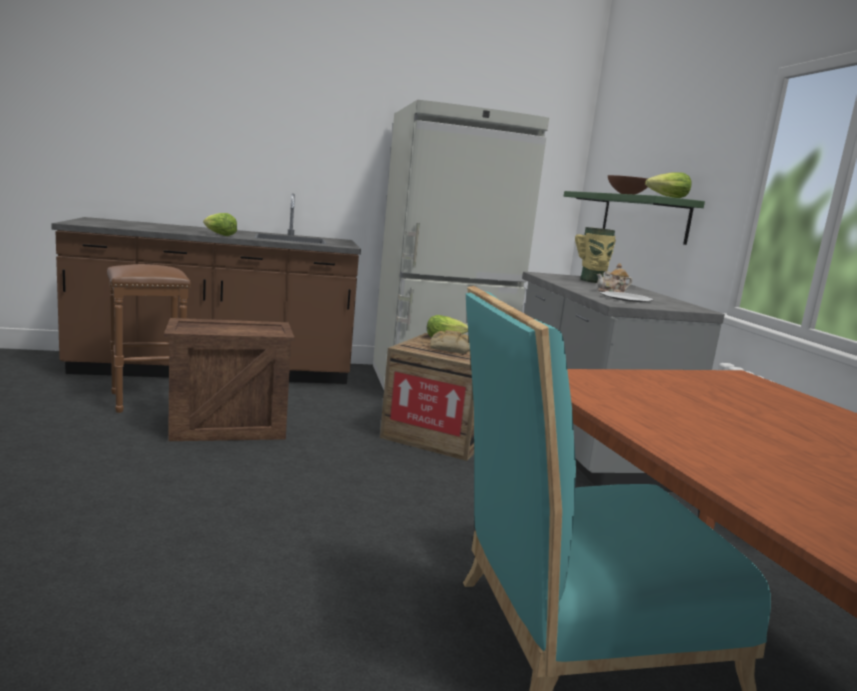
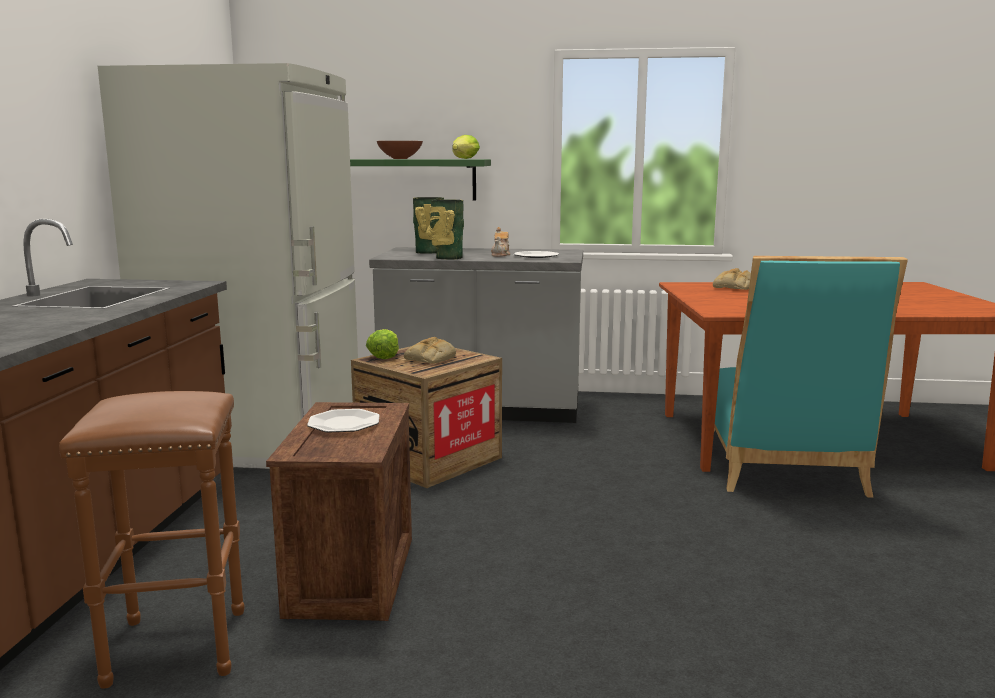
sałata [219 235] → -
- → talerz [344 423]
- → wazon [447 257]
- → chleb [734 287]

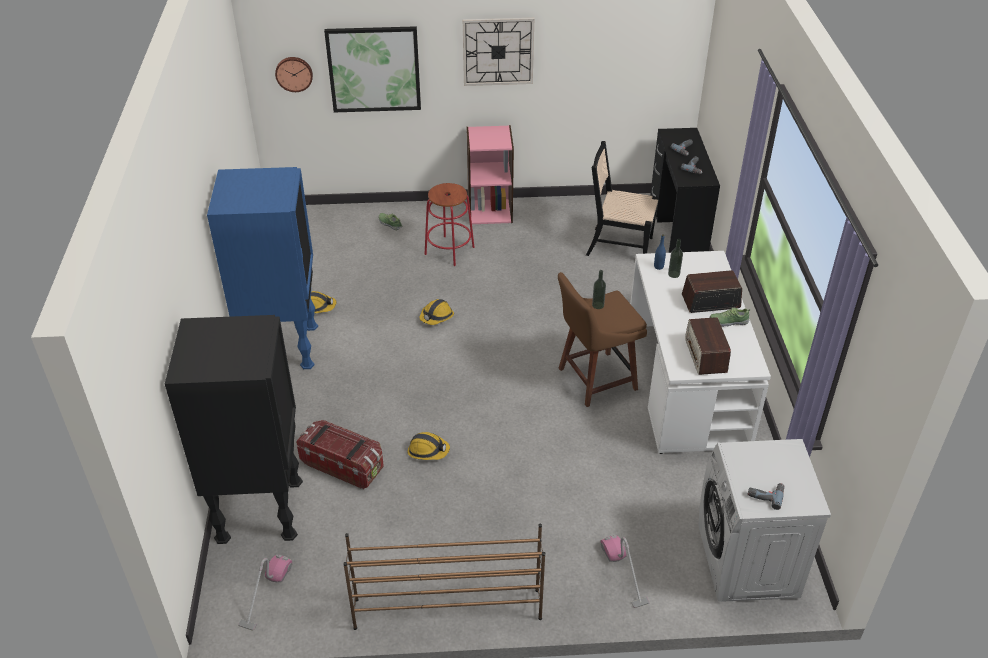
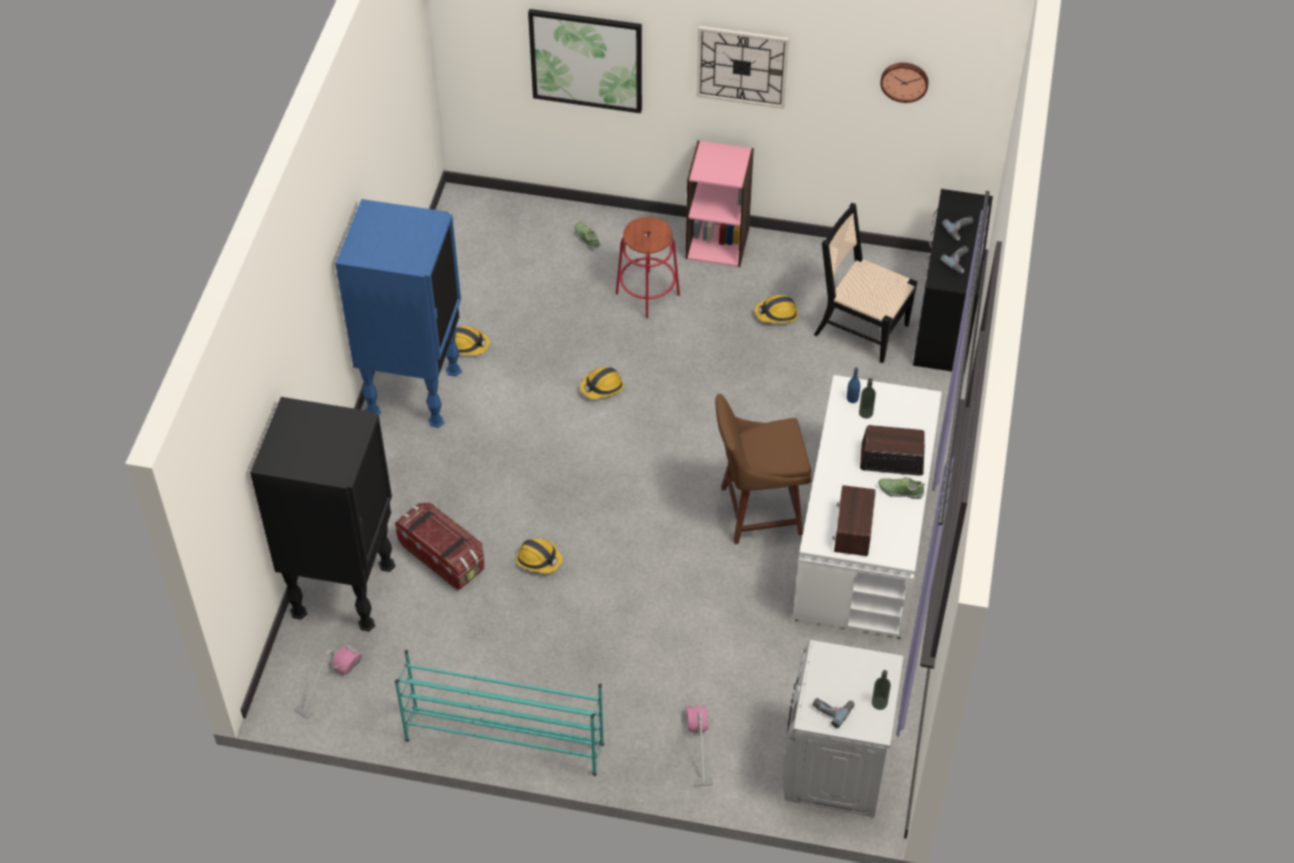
- → kask [777 314]
zegar ścienny [294 73] → zegar ścienny [904 80], move
butelka [598 305] → butelka [879 703], move
regał na buty/brązowy [446 608] → regał na buty/turkusowy [503 741]

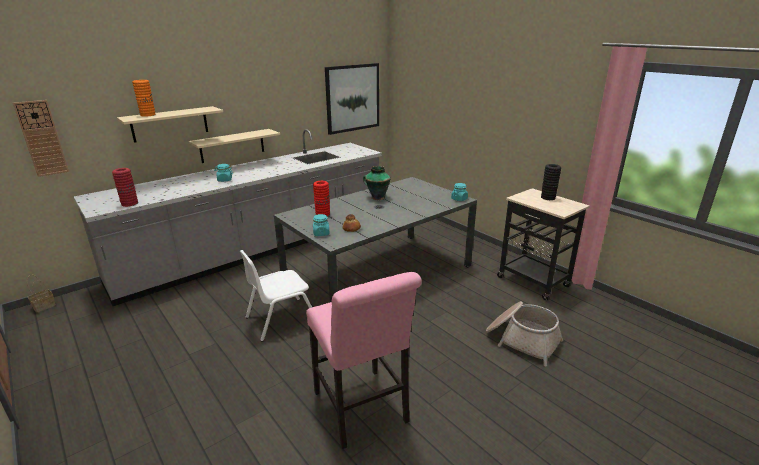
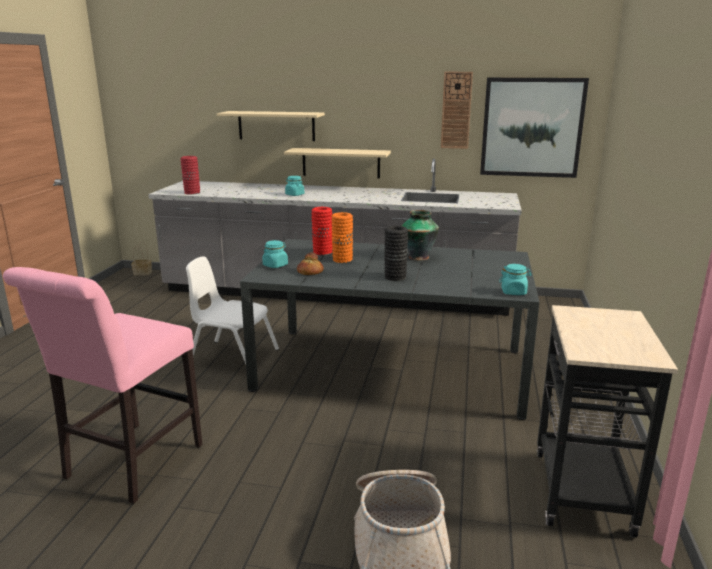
zegar ścienny [42 138] → zegar ścienny [456 110], move
wazon/pomarańczowy [148 115] → wazon/pomarańczowy [342 259], move
wazon/czarny [548 197] → wazon/czarny [395 277], move

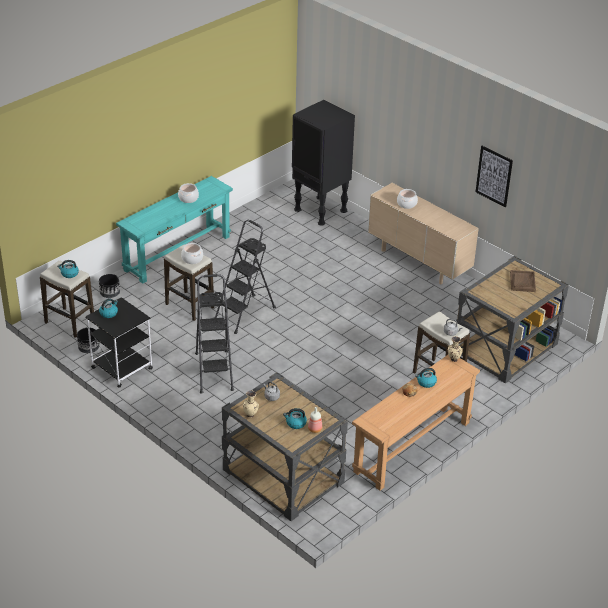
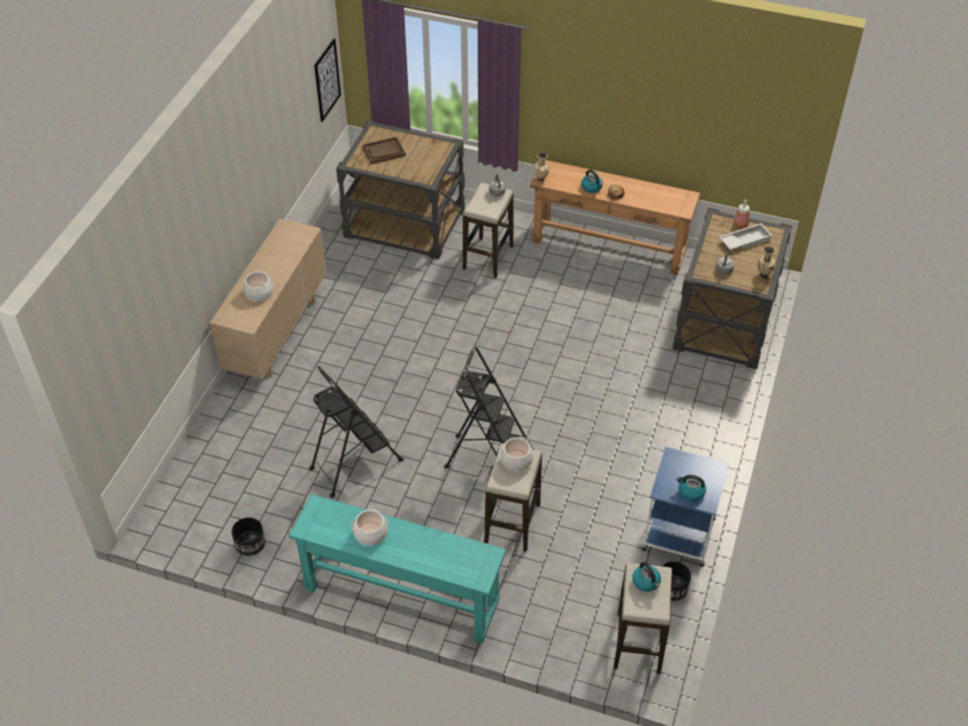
szafka/czarny [320 210] → -
donica/czarny [110 294] → donica/czarny [250 546], move
drabinka [214 370] → drabinka [355 464], move
obraz [494 176] → obraz [327 80], move
czajnik [295 423] → taca/biały [744 240]
wózek/czarny [121 367] → wózek/niebieski [678 535]

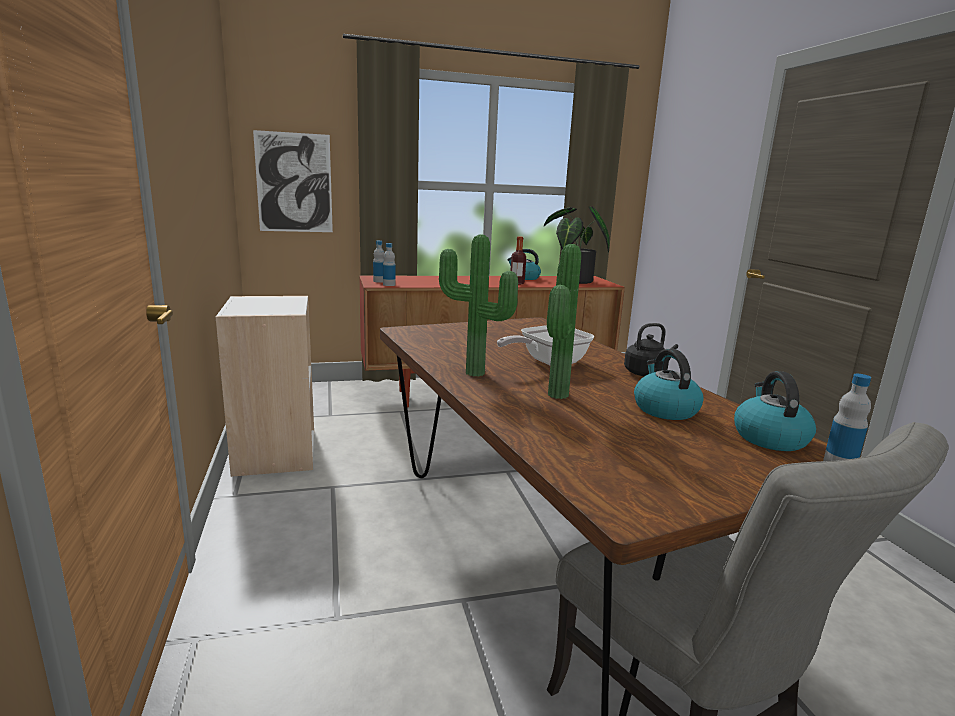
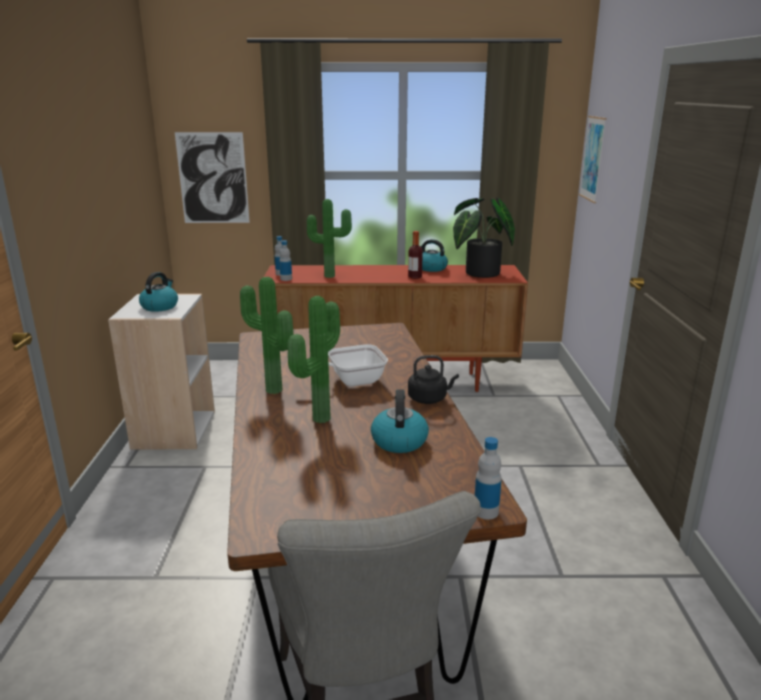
- → roślina doniczkowa [330 275]
- → obraz [592 158]
czajnik [769 437] → czajnik [160 306], move

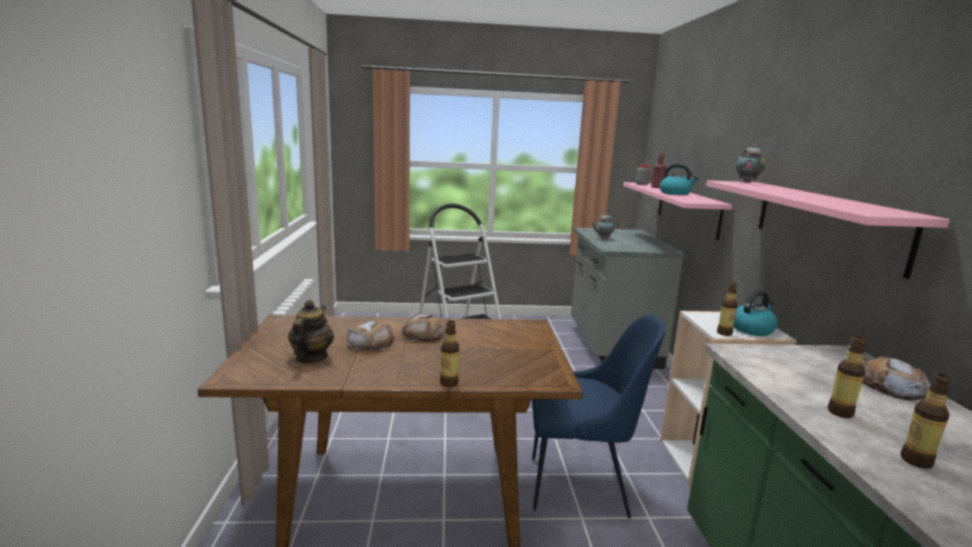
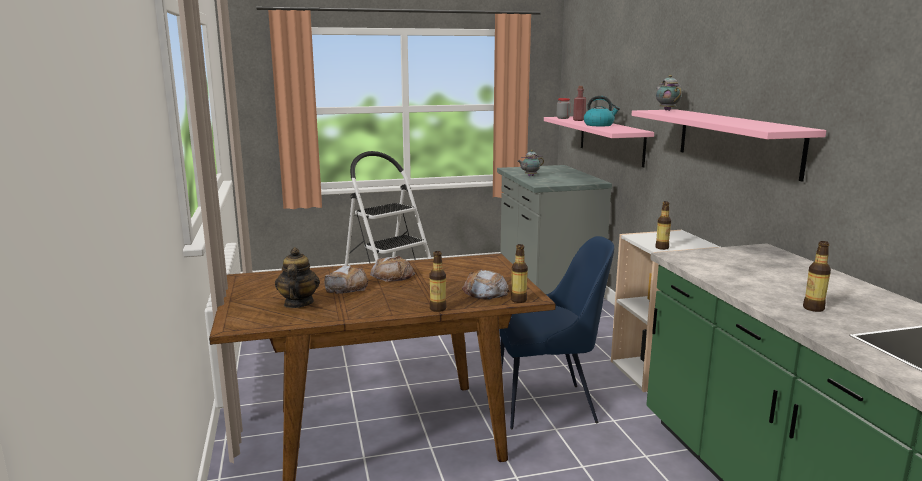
czajnik [752 329] → -
butelka [840 412] → butelka [518 300], move
chleb [891 386] → chleb [485 292], move

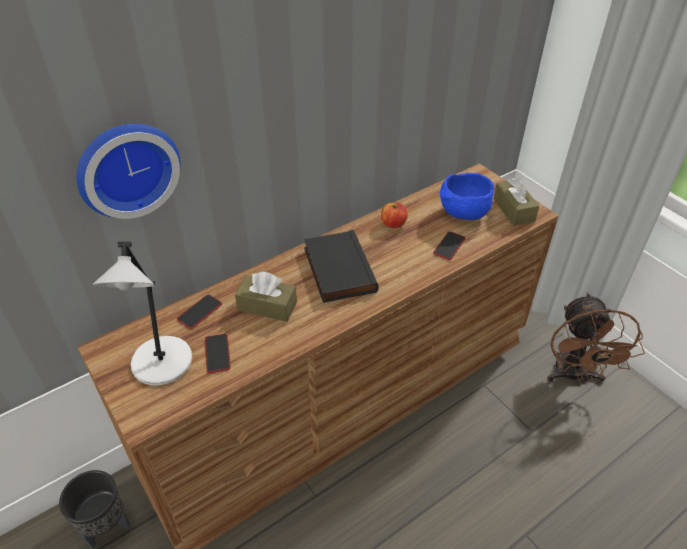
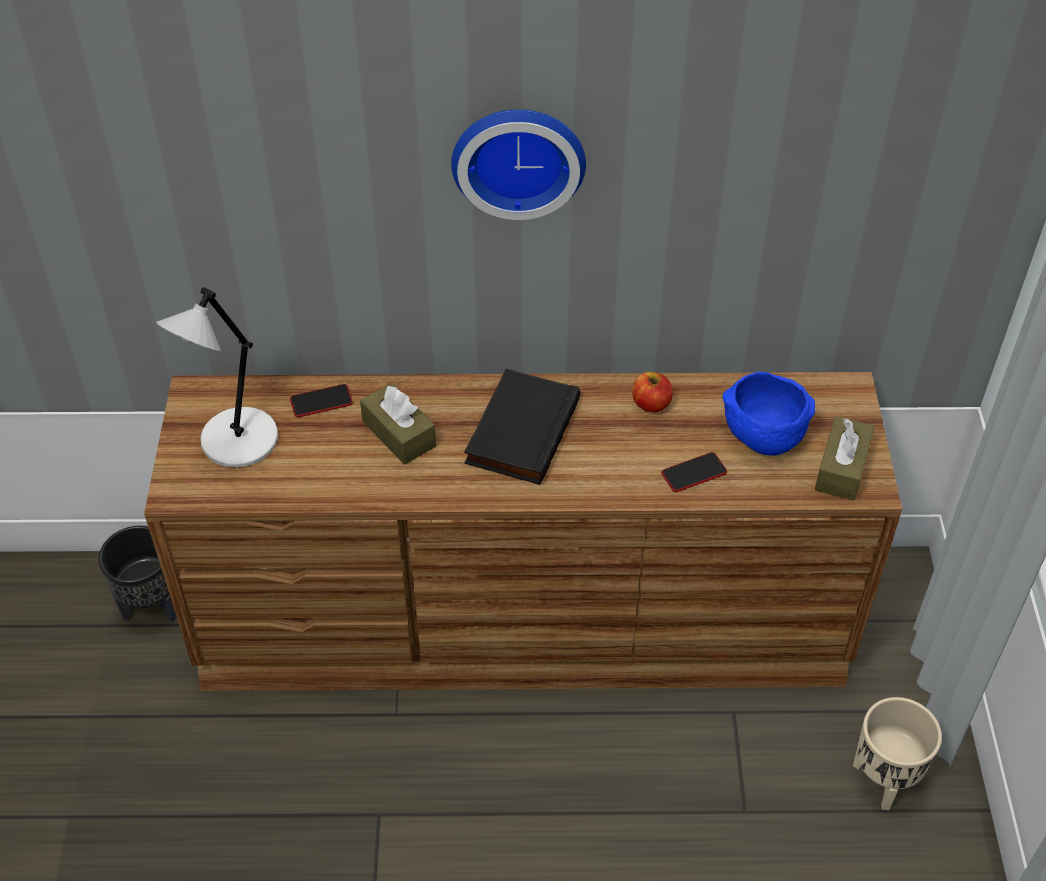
telefon [217 354] → -
zegar ścienny [127 168] → zegar ścienny [518 157], move
wentylator/brązowy [574 376] → donica/beżowy [884 780]

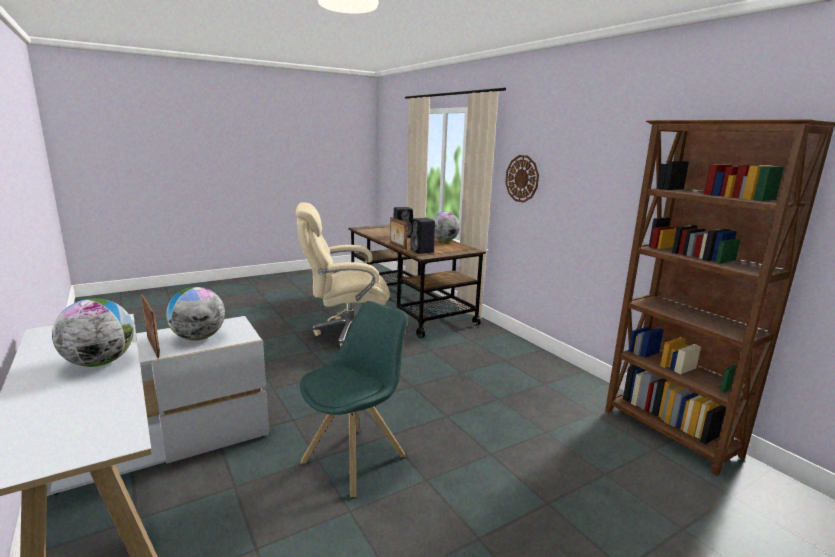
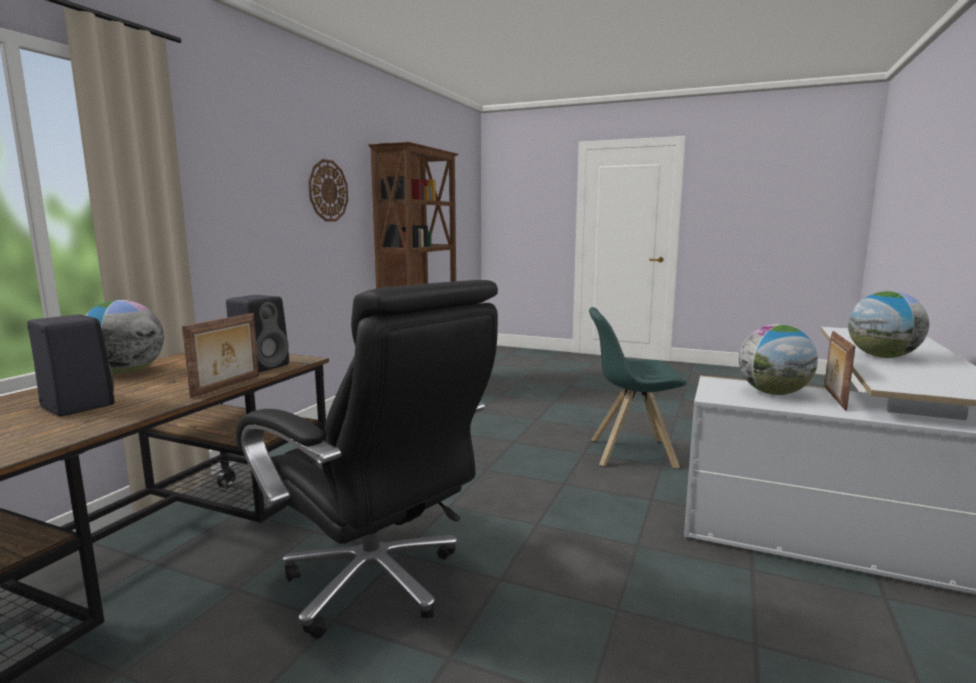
zegar ścienny [522 178] → zegar ścienny [328 191], move
krzesło biurowe/beżowy [345 333] → krzesło biurowe/czarny [380 587]

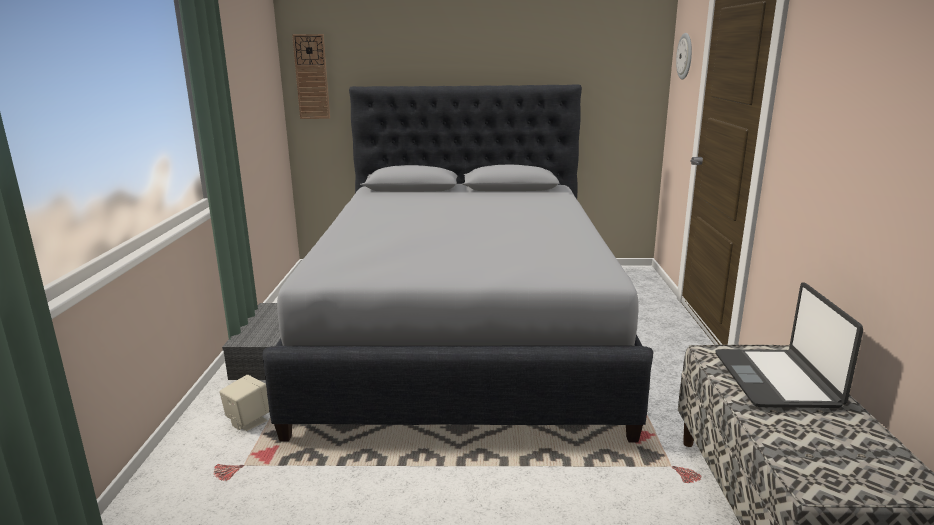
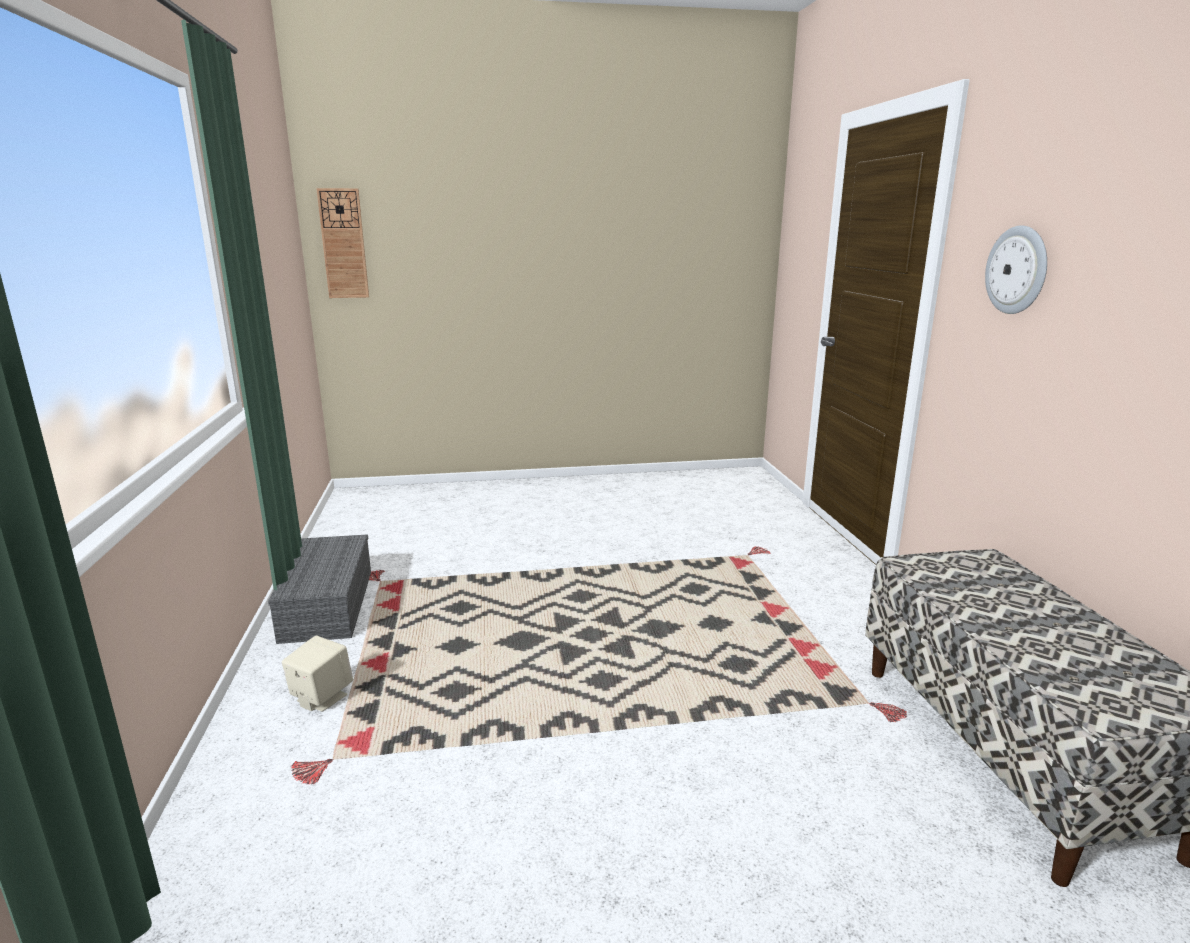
łóżko/szary [464 330] → -
laptop [776 379] → -
zegar ścienny [685 56] → zegar ścienny [1017 270], move

